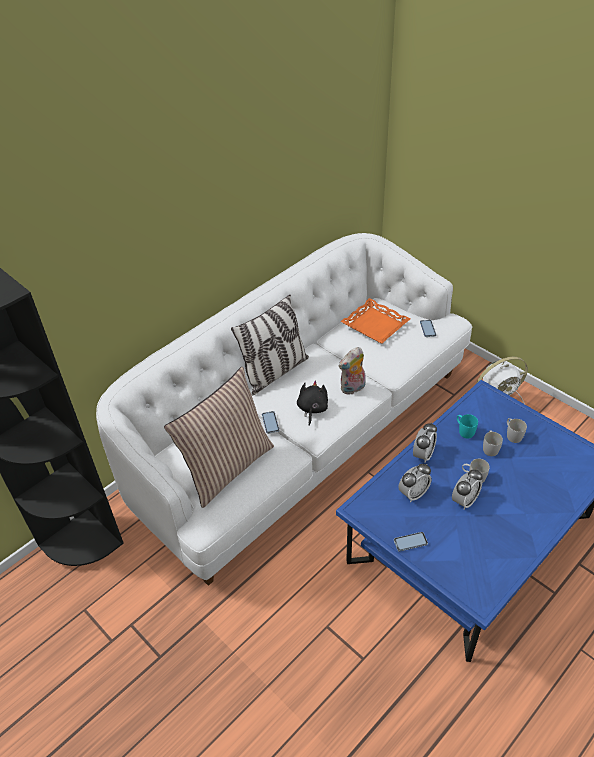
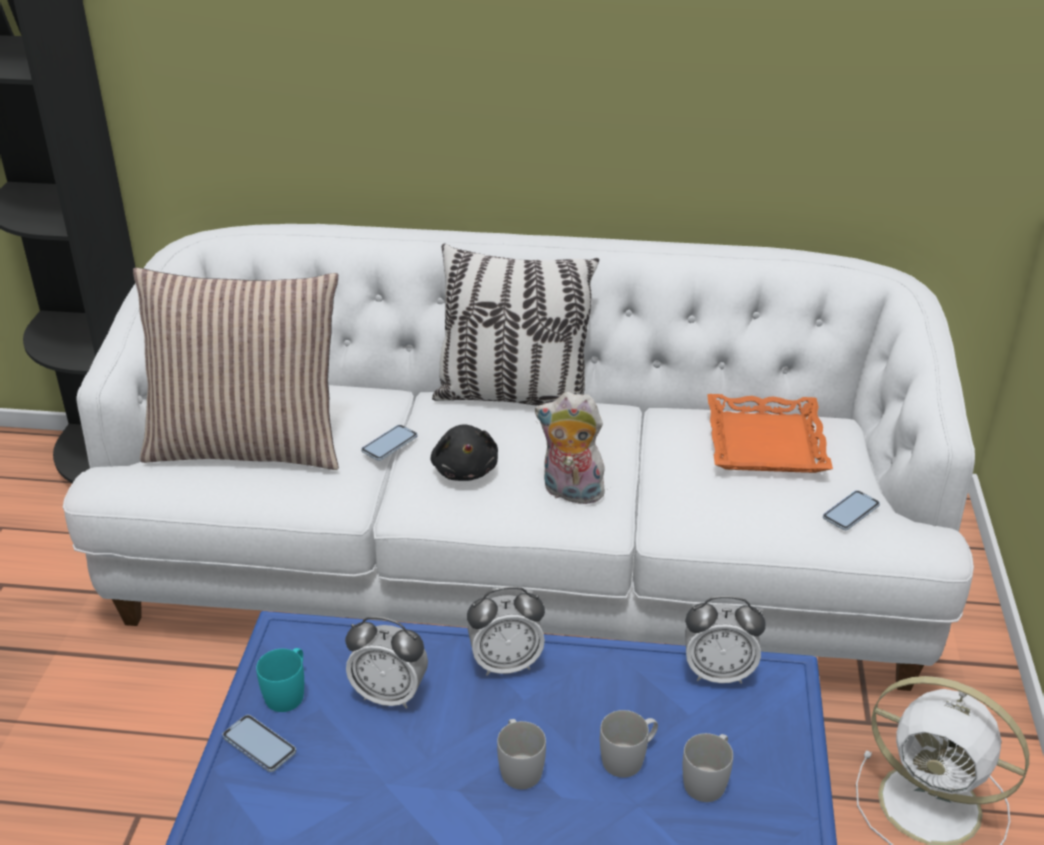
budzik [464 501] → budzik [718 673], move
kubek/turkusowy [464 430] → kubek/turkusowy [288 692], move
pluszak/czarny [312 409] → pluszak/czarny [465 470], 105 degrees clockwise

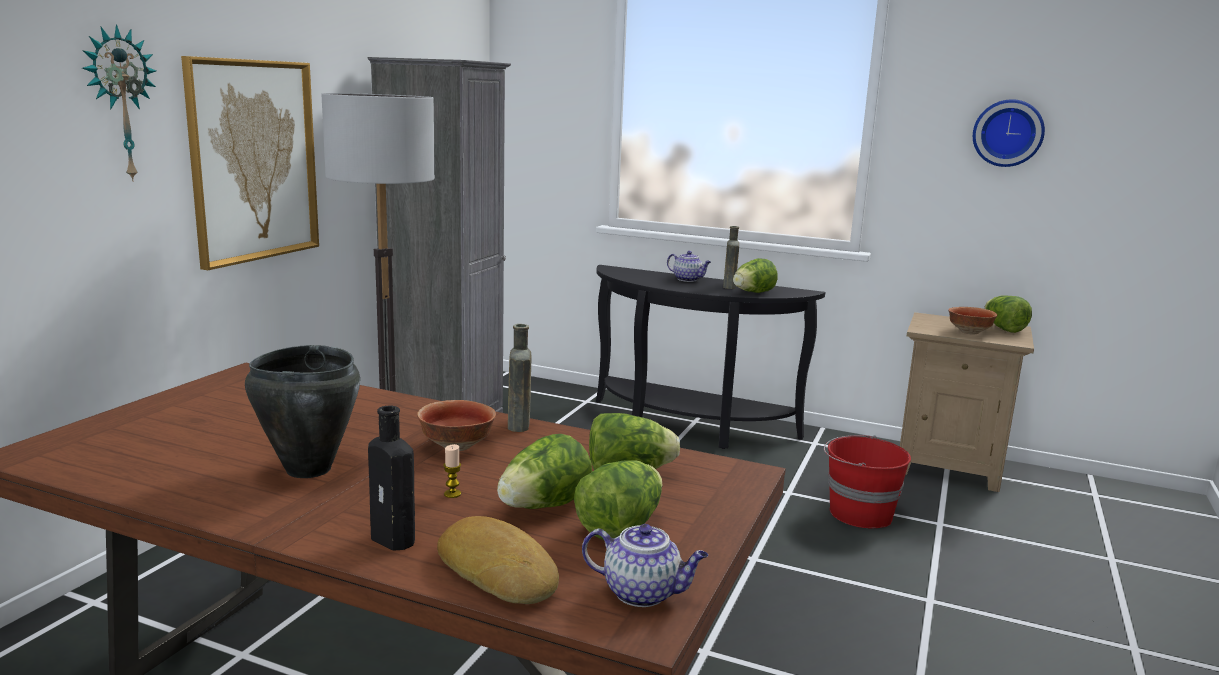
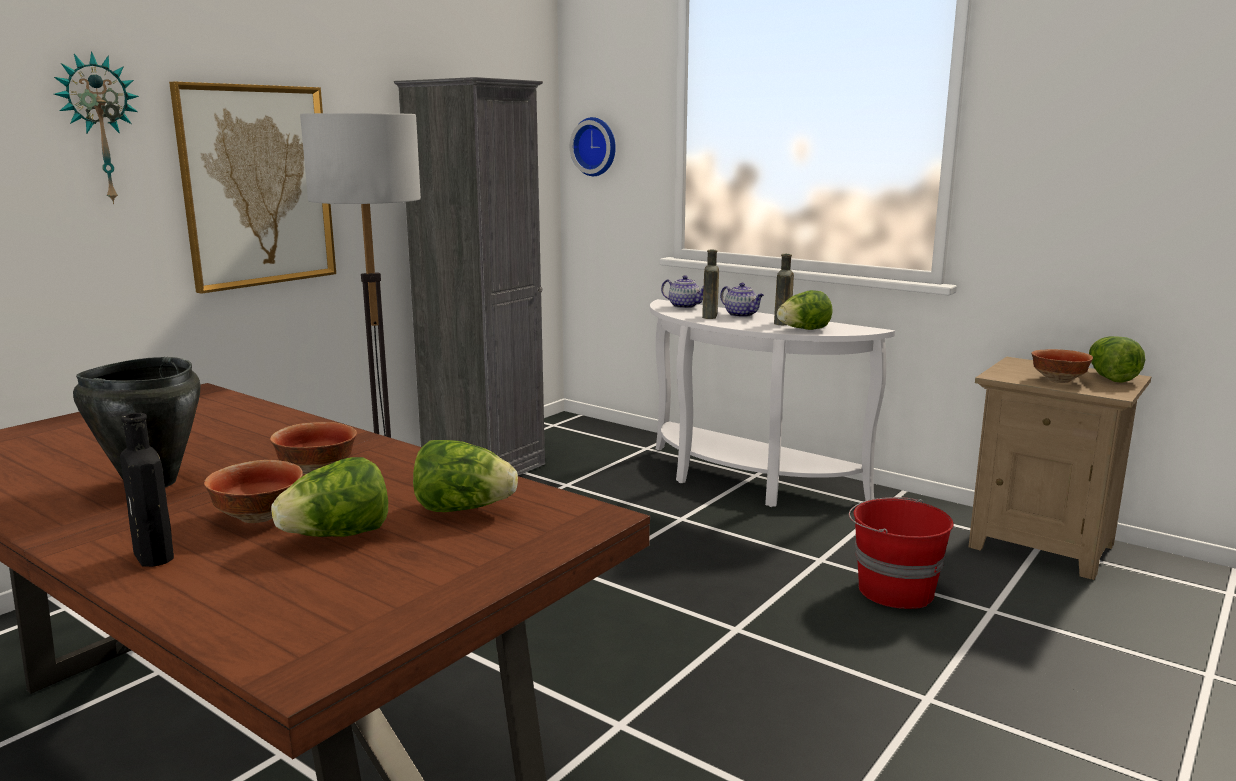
chleb [499 570] → -
sałata [621 527] → -
butelka/brązowy [519 426] → butelka/brązowy [709 317], move
imbryk [643 593] → imbryk [685 306], move
zegar ścienny [1008 133] → zegar ścienny [596 147], move
świeca [452 494] → miska [260 516]
stolik konsolowy/czarny [687 428] → stolik konsolowy/biały [742 482]

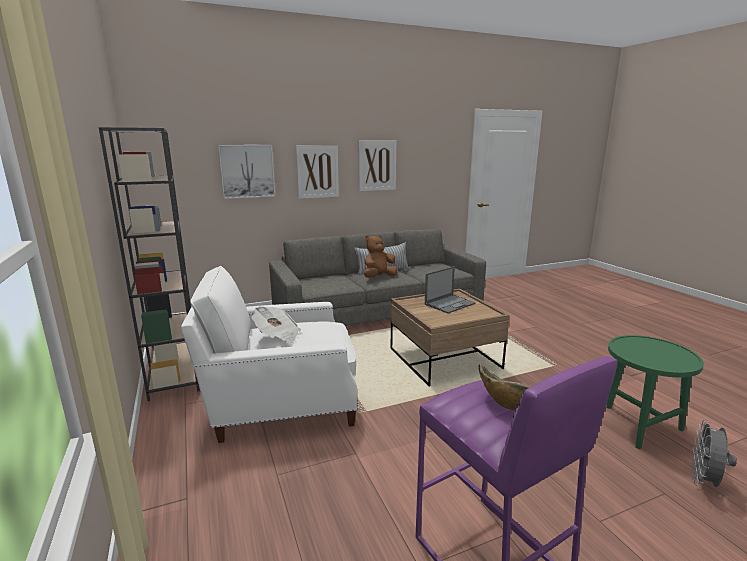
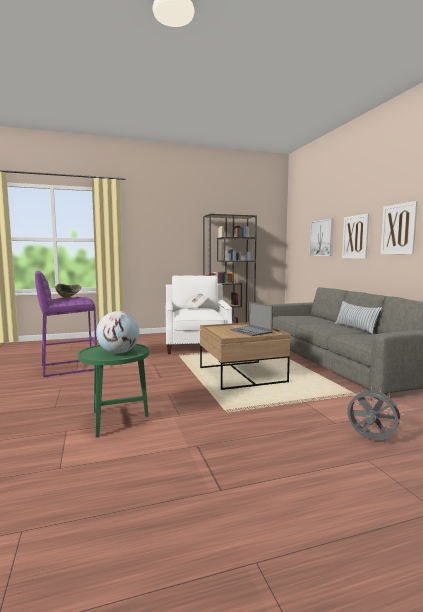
pluszak/brązowy [379 277] → -
- → globus [118 352]
wentylator/szary [704 481] → wentylator/szary [371 439], move

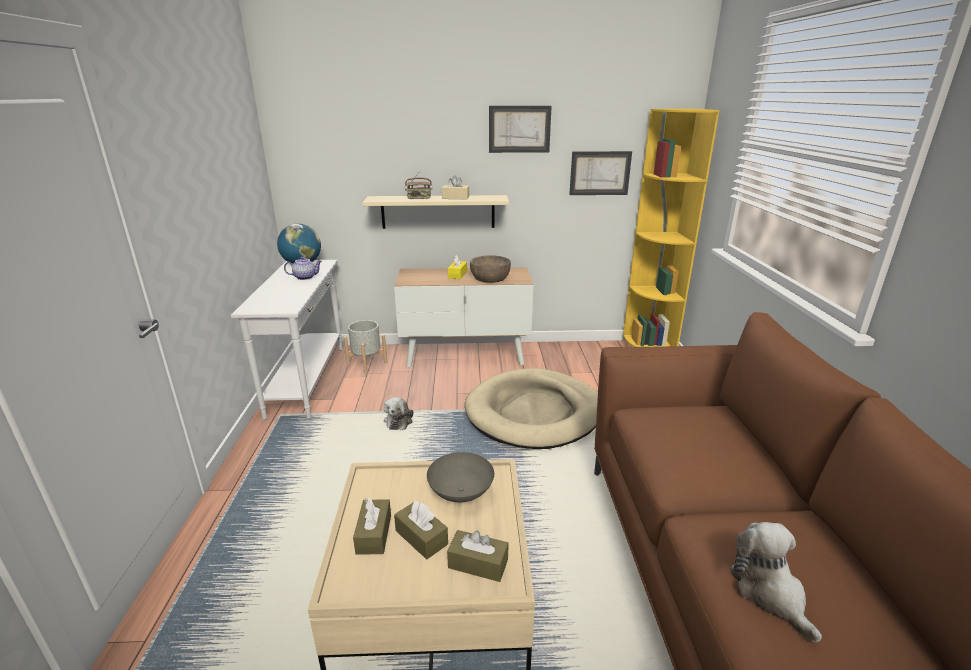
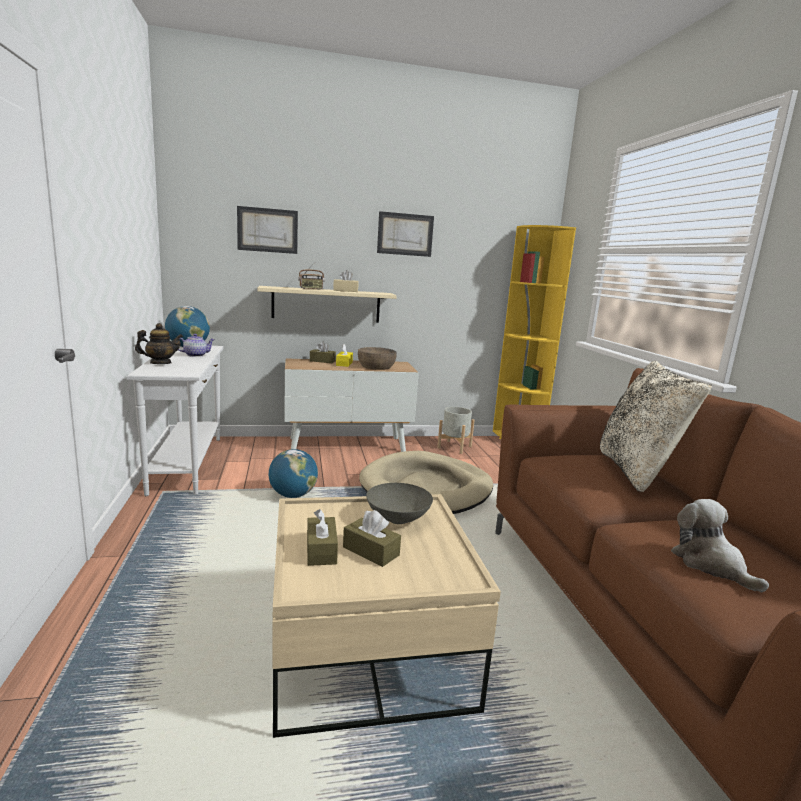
- → imbryk [160 363]
- → poduszka/beżowy [635 474]
donica/szary [367 363] → donica/szary [454 447], move
pudełko chusteczek/brązowy [478 563] → pudełko chusteczek/brązowy [322 361], move
obraz [600 173] → obraz [267 230], move
pluszak [399 420] → globus [293 495]

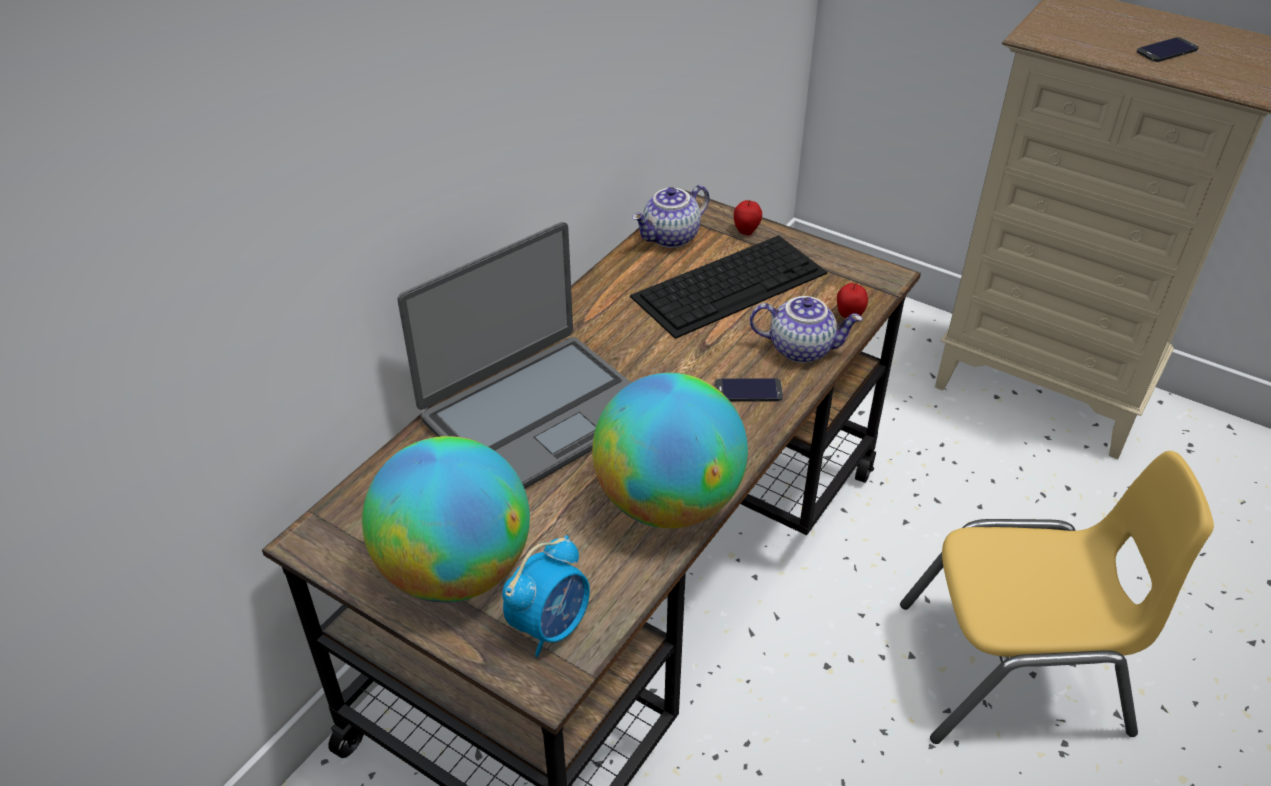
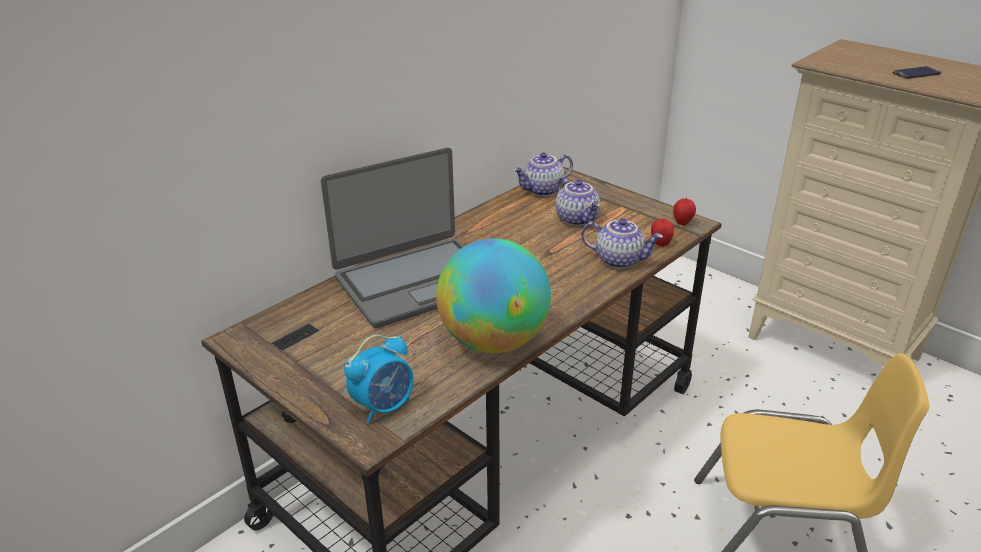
globus [456 570] → -
telefon [748 390] → -
jabłko [746 231] → jabłko [682 223], move
klawiatura [730 284] → imbryk [578 219]

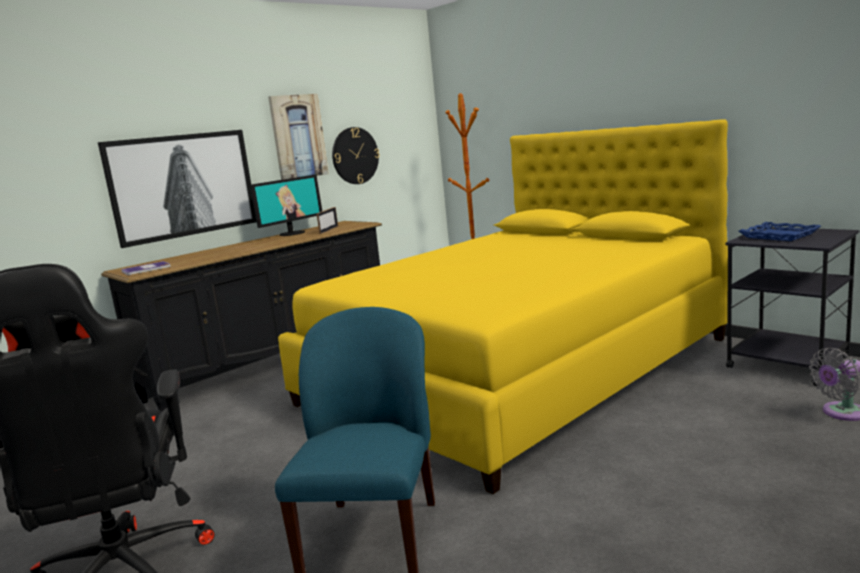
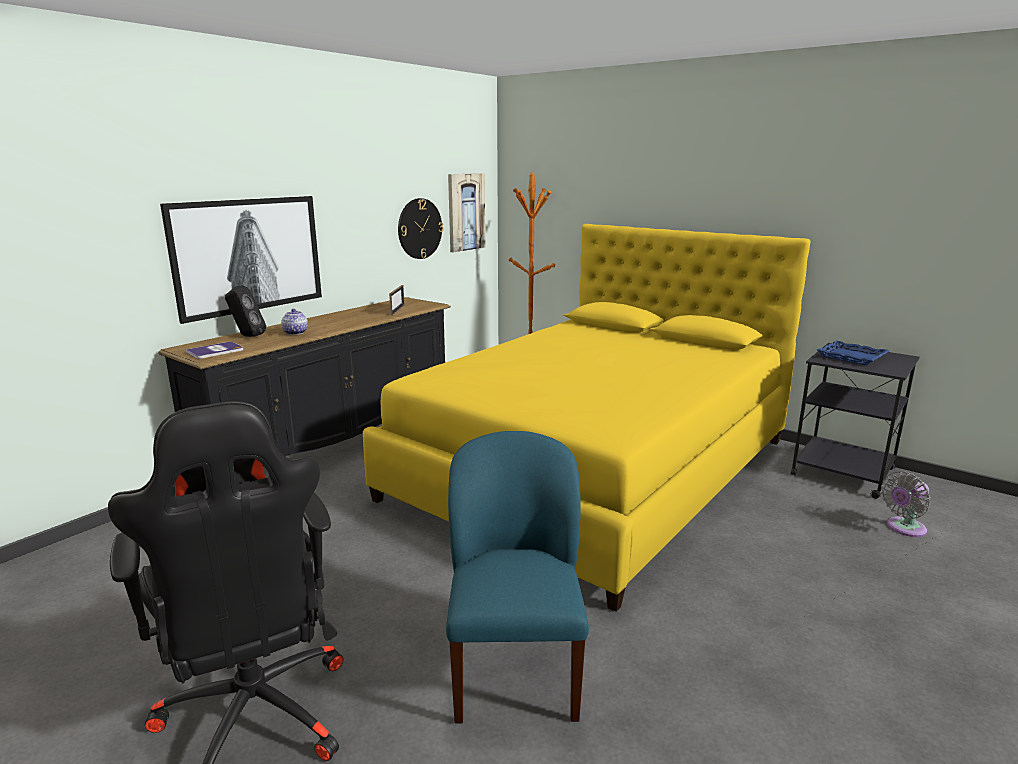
monitor [292 233] → -
- → głośnik/czarny [247 336]
- → imbryk [295 332]
obraz [298 137] → obraz [465 212], move

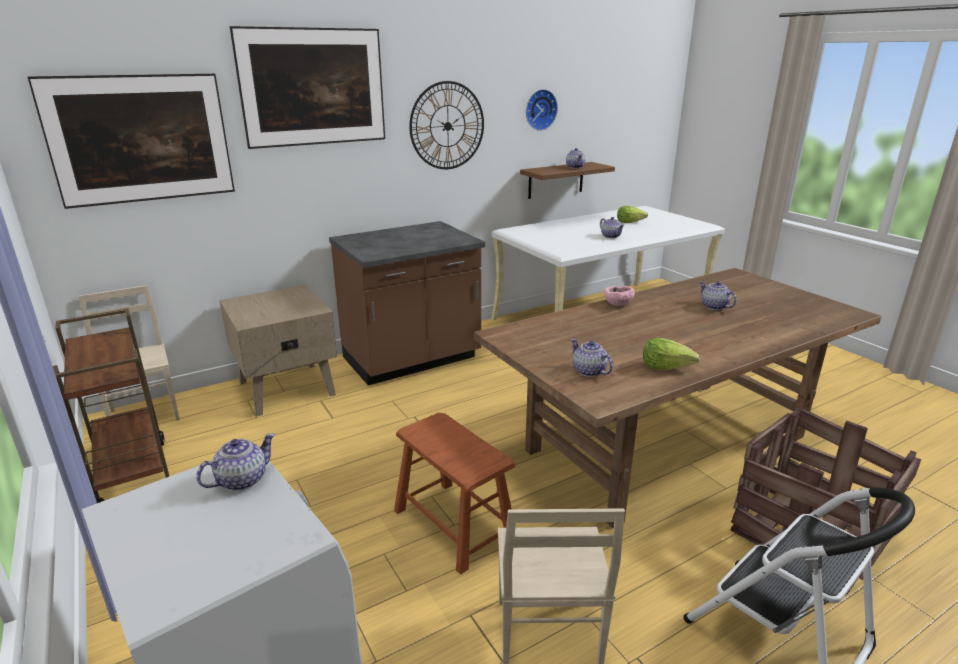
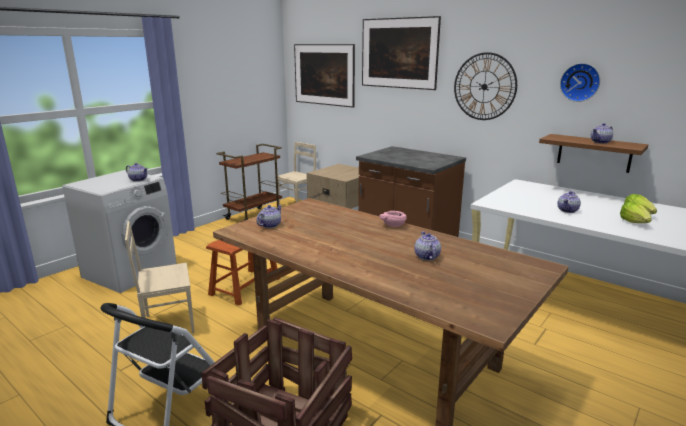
sałata [666 367] → sałata [634 222], move
imbryk [714 307] → imbryk [426 257], 45 degrees counterclockwise

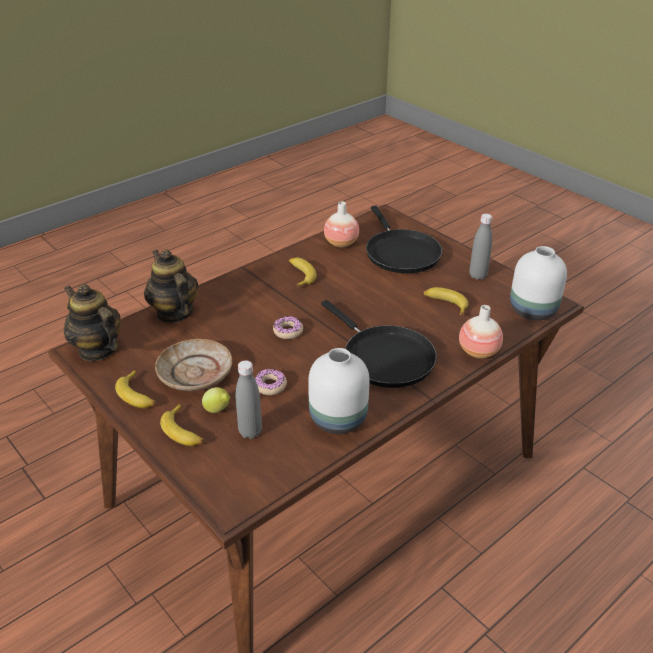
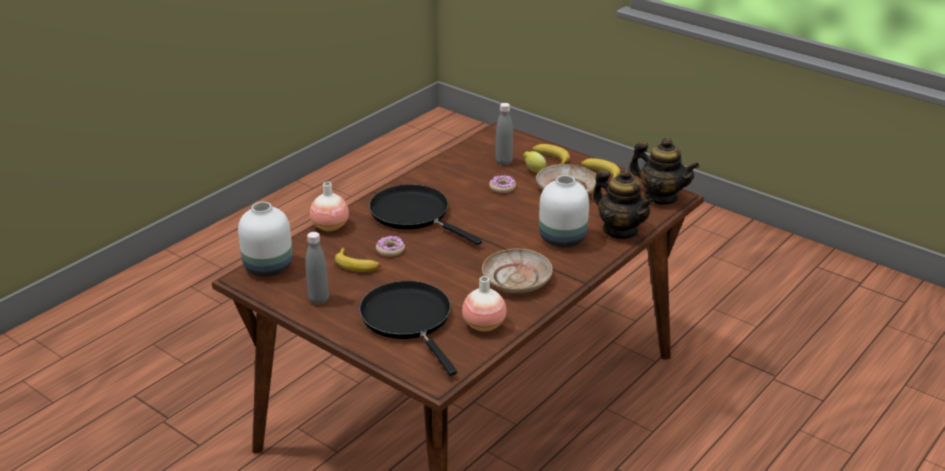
donut [288 331] → donut [390 250], move
wazon/biały [339 418] → wazon/biały [561 240], move
banan [300 275] → talerz/beżowy [517 279]

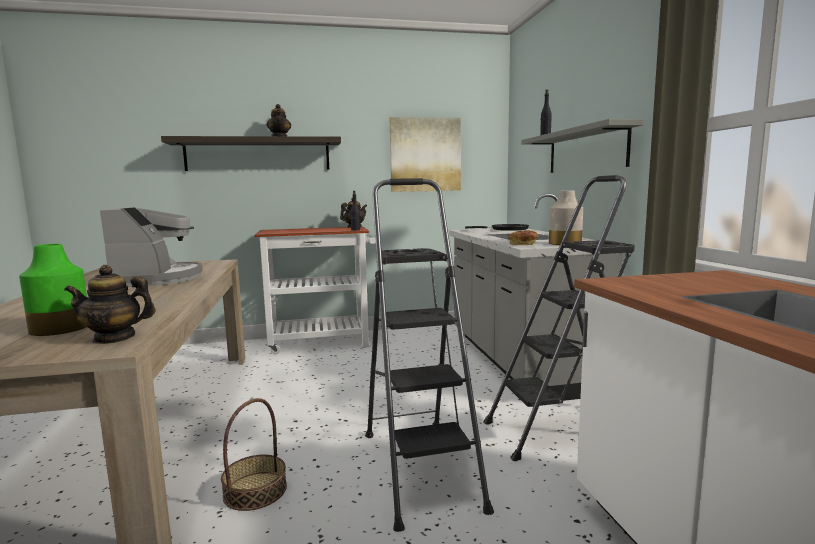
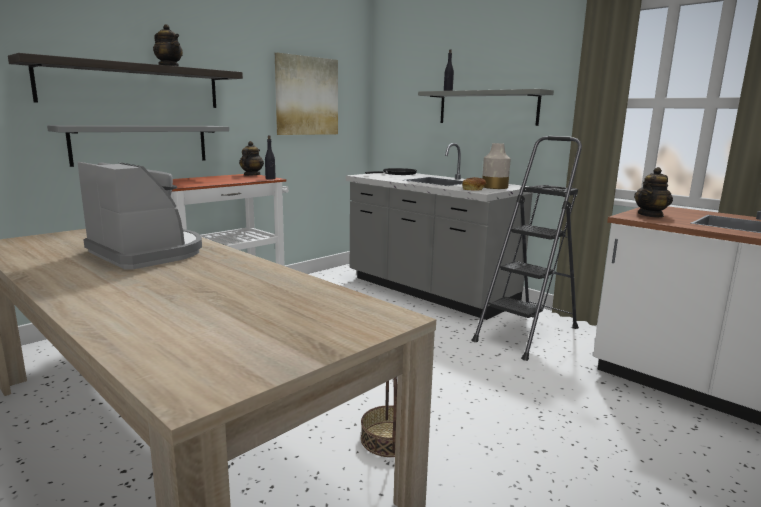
wazon/zielony [59 328] → -
drabinka [420 466] → -
- → półka/szary [141 144]
imbryk [114 338] → imbryk [651 215], move

